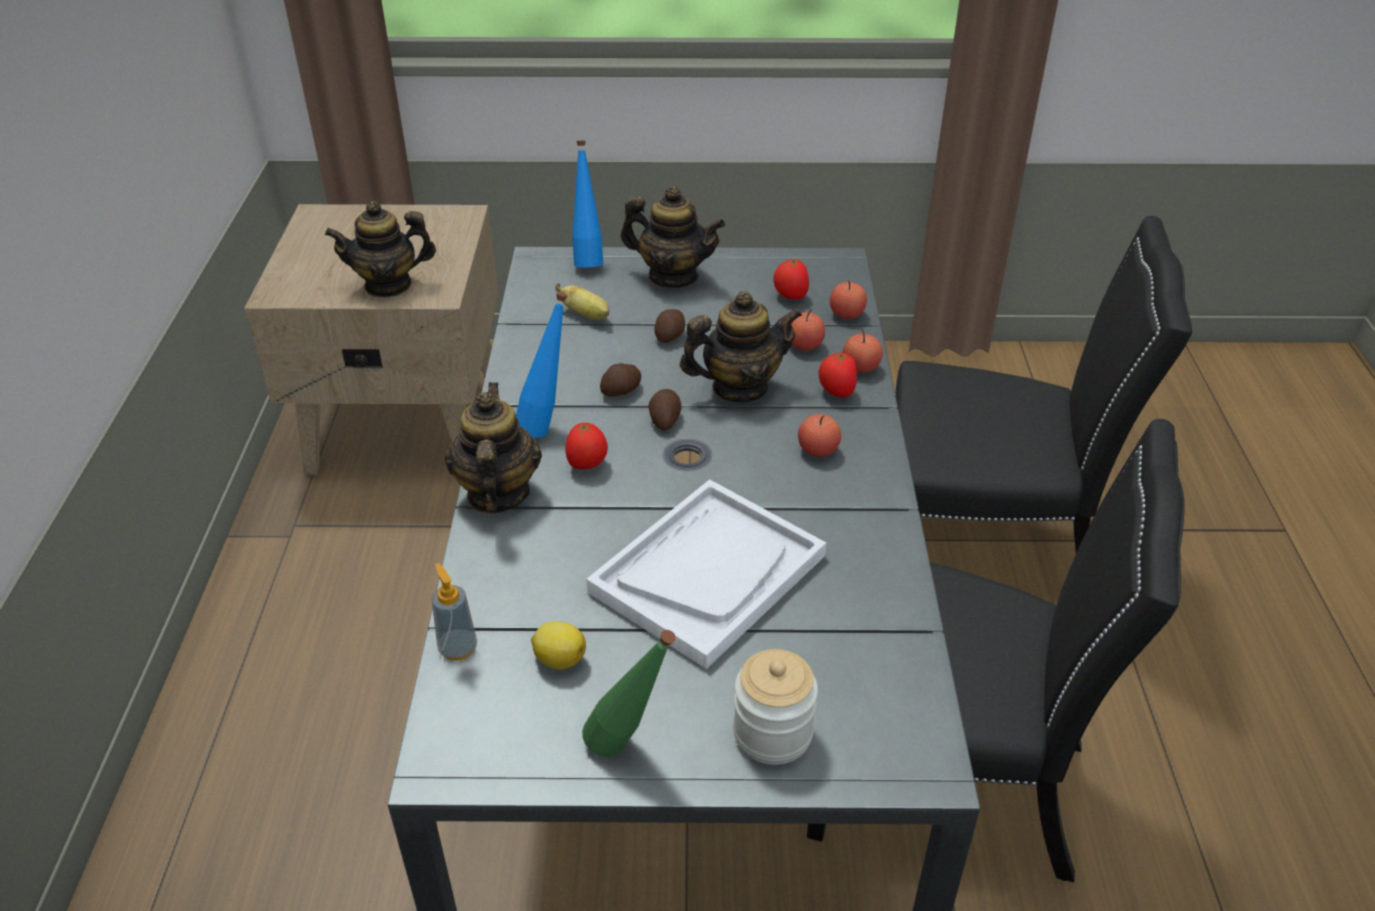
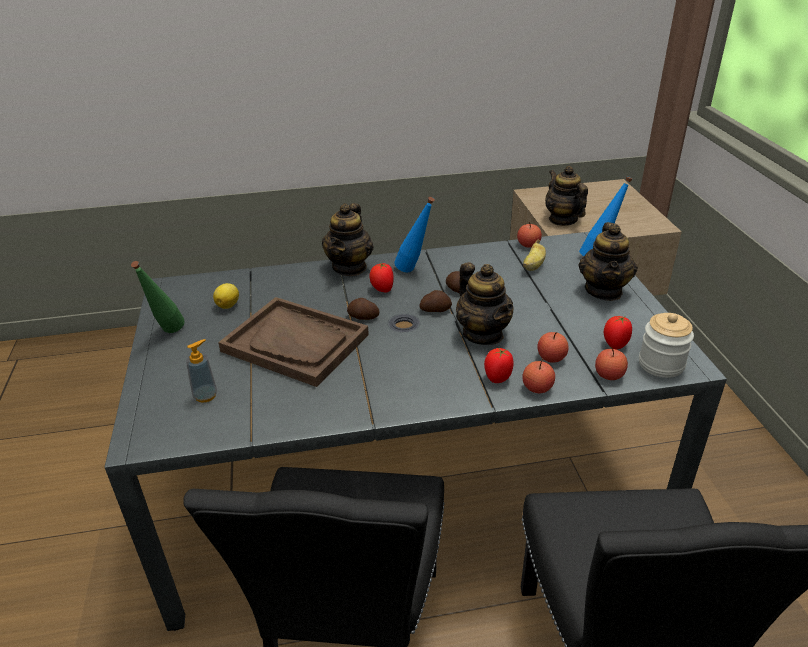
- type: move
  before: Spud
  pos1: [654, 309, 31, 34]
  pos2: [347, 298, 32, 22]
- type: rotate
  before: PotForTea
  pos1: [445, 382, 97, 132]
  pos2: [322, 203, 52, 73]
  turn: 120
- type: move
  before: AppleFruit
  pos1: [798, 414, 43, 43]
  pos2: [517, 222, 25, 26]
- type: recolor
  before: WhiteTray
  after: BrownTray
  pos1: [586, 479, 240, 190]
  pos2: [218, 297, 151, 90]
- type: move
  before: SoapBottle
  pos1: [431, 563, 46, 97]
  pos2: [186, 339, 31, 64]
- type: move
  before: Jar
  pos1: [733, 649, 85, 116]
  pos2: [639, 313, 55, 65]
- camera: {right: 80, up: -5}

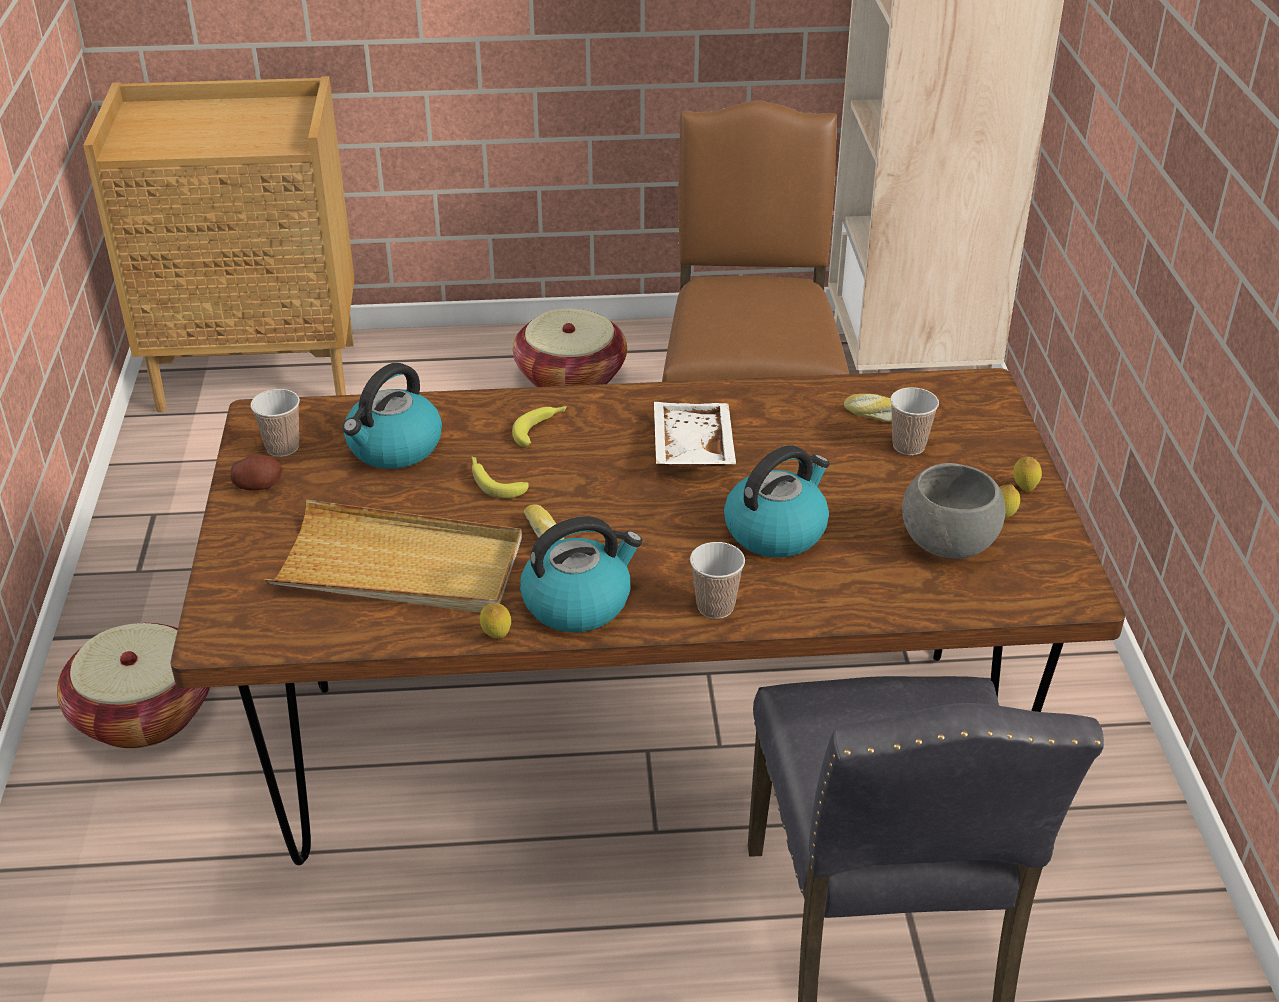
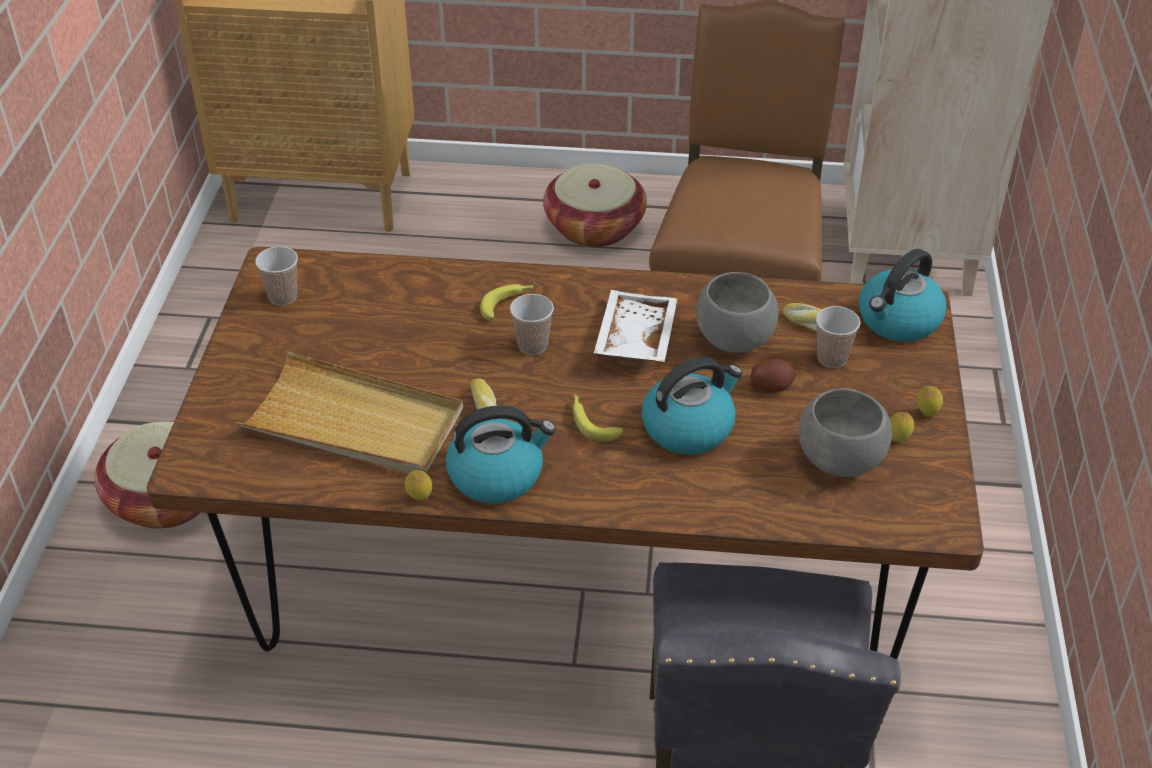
- type: move
  before: Kettle
  pos1: [343, 363, 99, 106]
  pos2: [859, 249, 88, 93]
- type: move
  before: Spud
  pos1: [230, 454, 53, 37]
  pos2: [750, 359, 46, 33]
- type: move
  before: WholeBanana
  pos1: [471, 457, 58, 41]
  pos2: [573, 394, 50, 47]
- type: move
  before: SmallCup
  pos1: [690, 542, 55, 77]
  pos2: [510, 294, 44, 61]
- type: insert
  after: GreyServingBowl
  pos2: [696, 272, 83, 81]
- camera: {right: 10, up: 5}

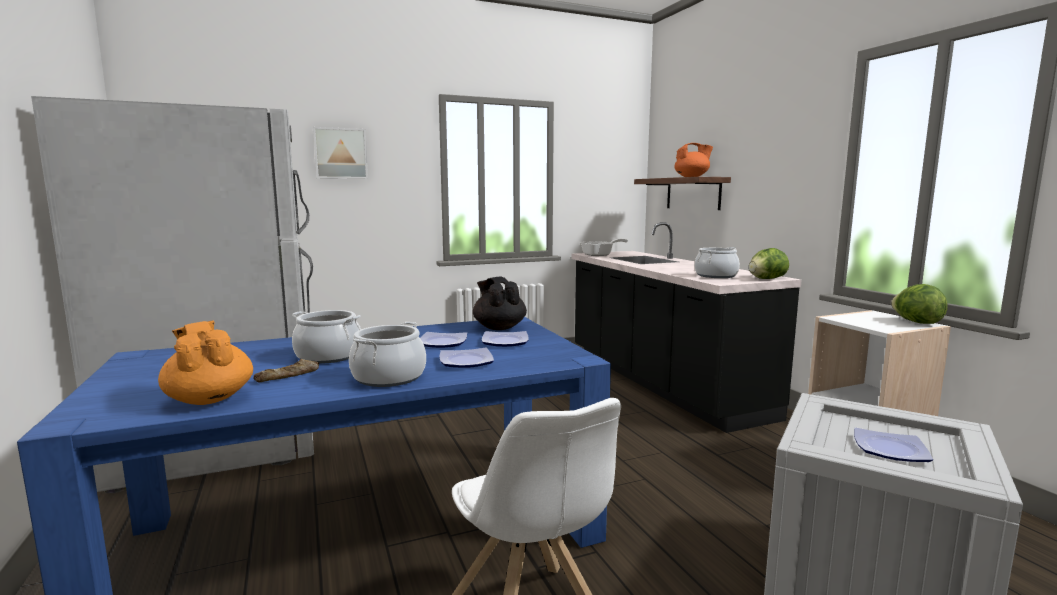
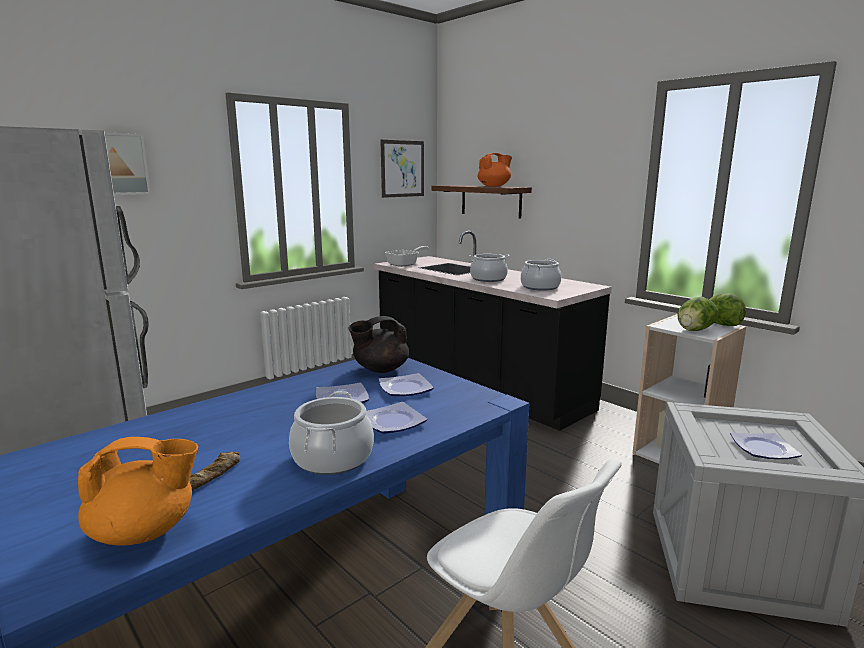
- type: move
  before: LettuceHead
  pos1: [749, 248, 40, 31]
  pos2: [678, 297, 41, 34]
- type: rotate
  before: BlackColouredPotForTea
  pos1: [473, 277, 54, 53]
  pos2: [349, 316, 60, 57]
  turn: -75
- type: move
  before: Saucepot
  pos1: [292, 310, 69, 54]
  pos2: [469, 254, 41, 28]
- type: rotate
  before: OrangePotForTea
  pos1: [158, 320, 95, 85]
  pos2: [78, 437, 120, 109]
  turn: 135
- type: insert
  after: WallArt
  pos2: [380, 140, 44, 58]
- camera: {right: -20, up: 5}

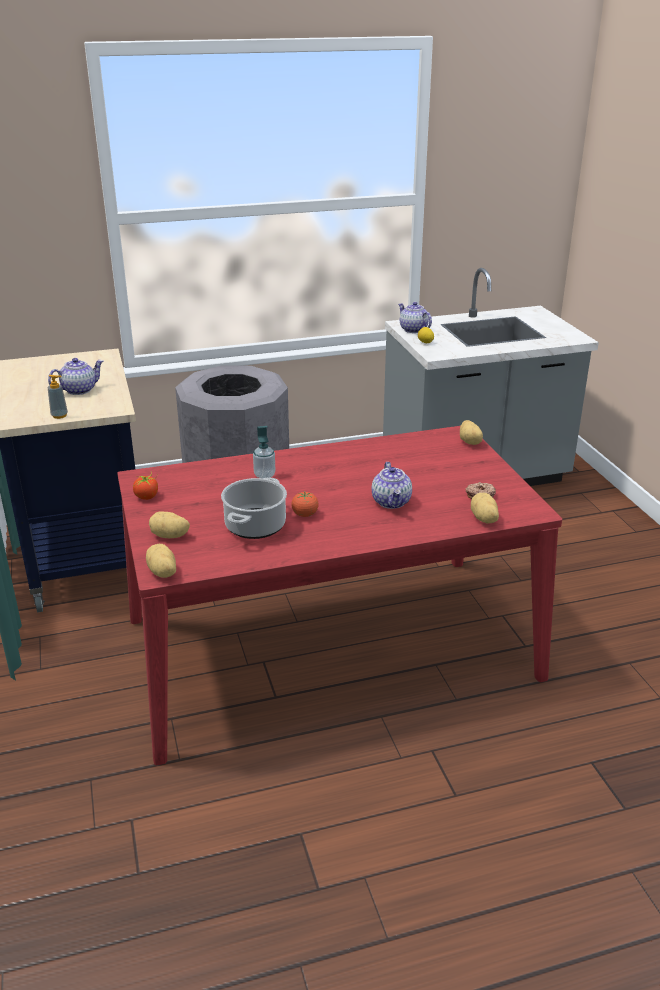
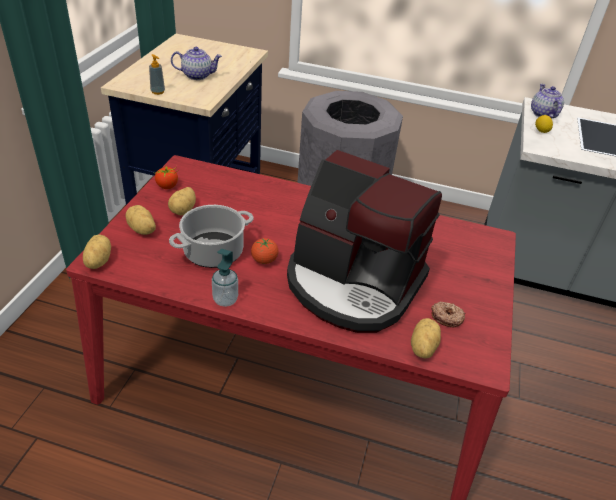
- type: move
  before: Spud
  pos1: [460, 420, 23, 25]
  pos2: [168, 187, 28, 29]
- type: move
  before: SoapBottle
  pos1: [253, 426, 22, 52]
  pos2: [212, 249, 26, 58]
- type: replace
  before: PotForTea
  after: CoffeeBrewer
  pos1: [372, 462, 40, 47]
  pos2: [287, 150, 155, 183]
- camera: {right: 30, up: 10}

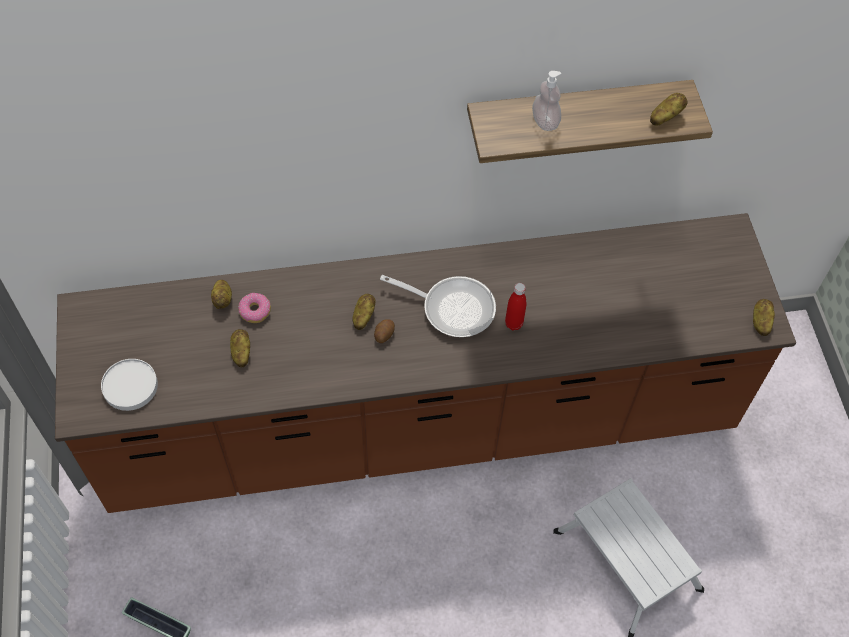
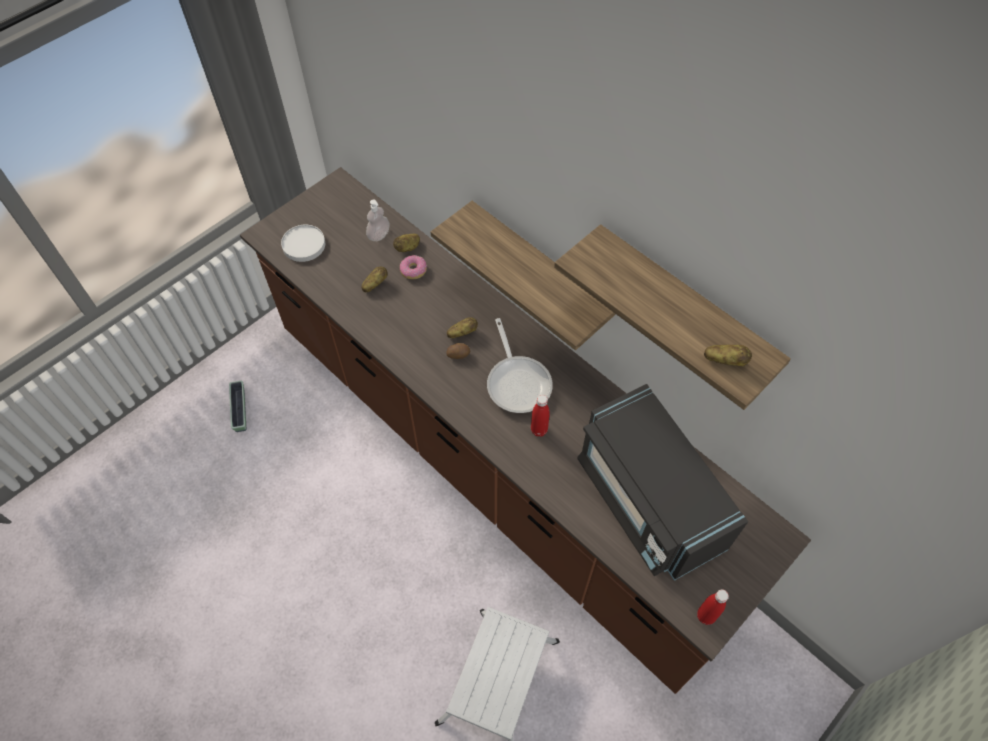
- type: move
  before: SoapBottle
  pos1: [532, 71, 29, 60]
  pos2: [366, 200, 24, 41]
- type: replace
  before: Spud
  after: ReddishDrinkBottle
  pos1: [753, 299, 22, 37]
  pos2: [697, 589, 32, 36]
- type: insert
  after: WallShelf
  pos2: [431, 201, 185, 149]
- type: insert
  after: BlackColouredMicrowaveOven
  pos2: [577, 384, 171, 197]
- camera: {right: 55, up: 0}

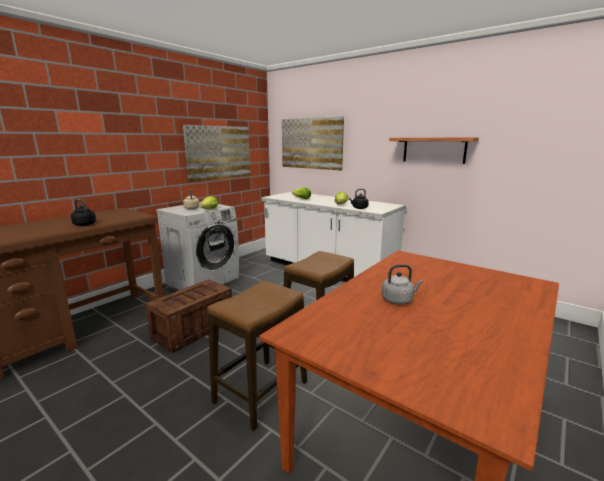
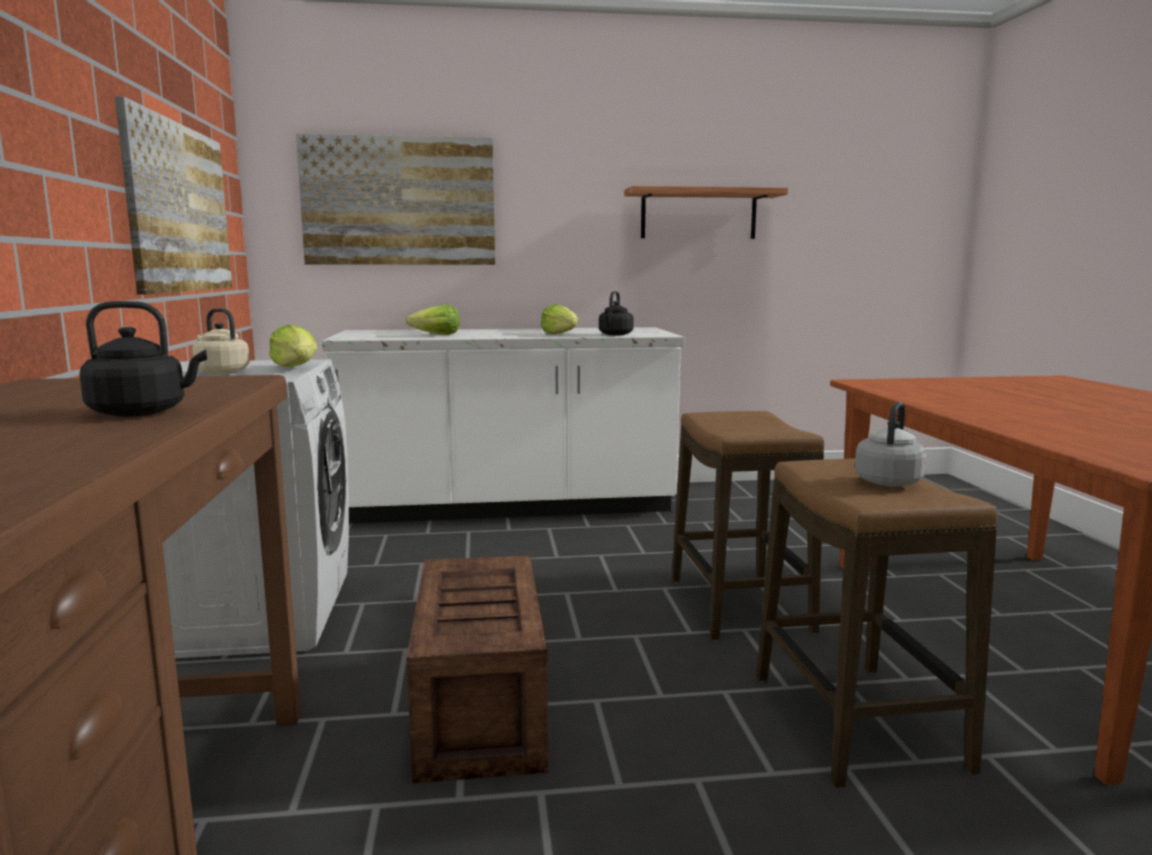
- type: move
  before: GreyKettle
  pos1: [382, 264, 41, 40]
  pos2: [854, 402, 72, 85]
- camera: {right: -45, up: -5}

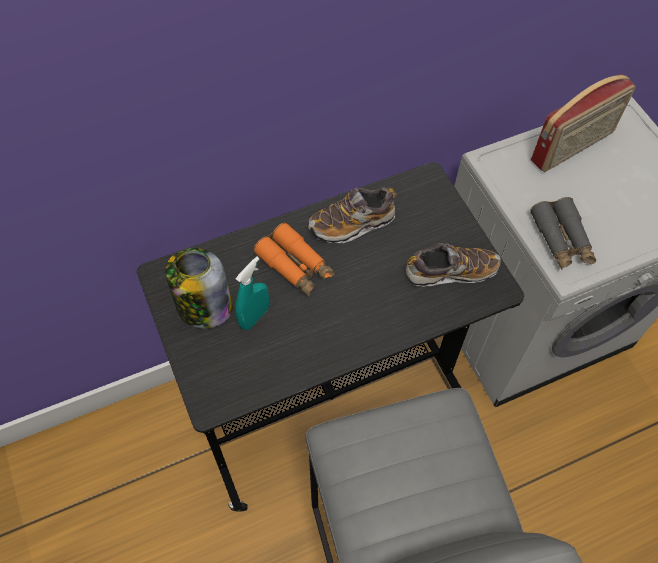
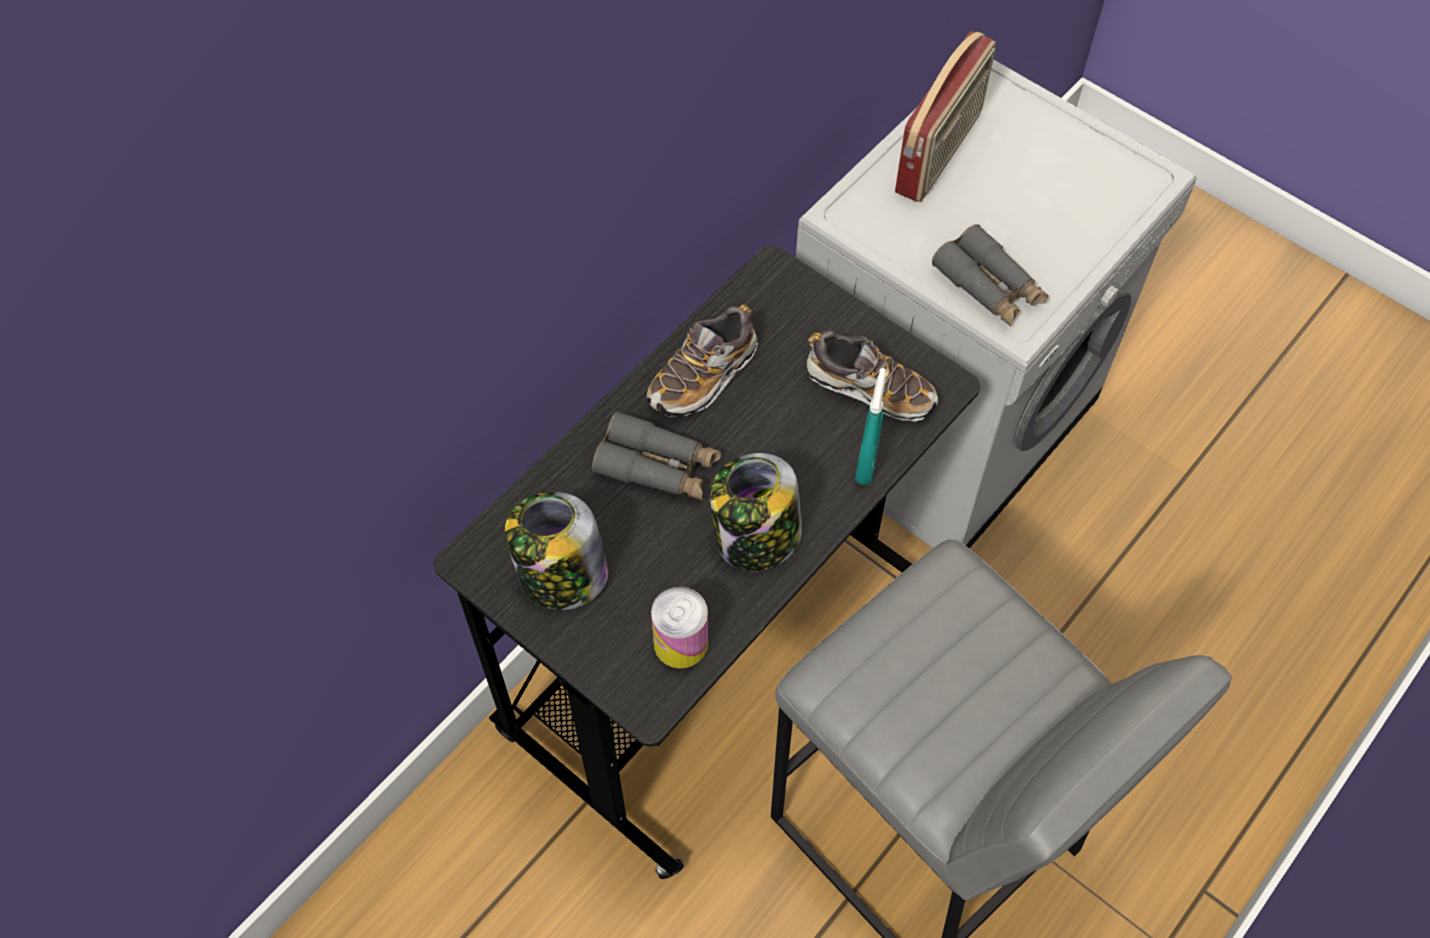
- type: recolor
  before: OrangePairOfBinoculars
  after: GreyPairOfBinoculars
  pos1: [254, 223, 81, 73]
  pos2: [592, 411, 129, 89]
- type: rotate
  before: Shoe
  pos1: [406, 243, 95, 44]
  pos2: [807, 331, 131, 91]
  turn: 60
- type: move
  before: BlueGreenSprayBottle
  pos1: [235, 256, 34, 74]
  pos2: [855, 368, 31, 117]
- type: insert
  after: Jar
  pos2: [710, 453, 92, 118]
- type: insert
  after: MetalCan
  pos2: [651, 587, 57, 81]
- camera: {right: -25, up: 0}

